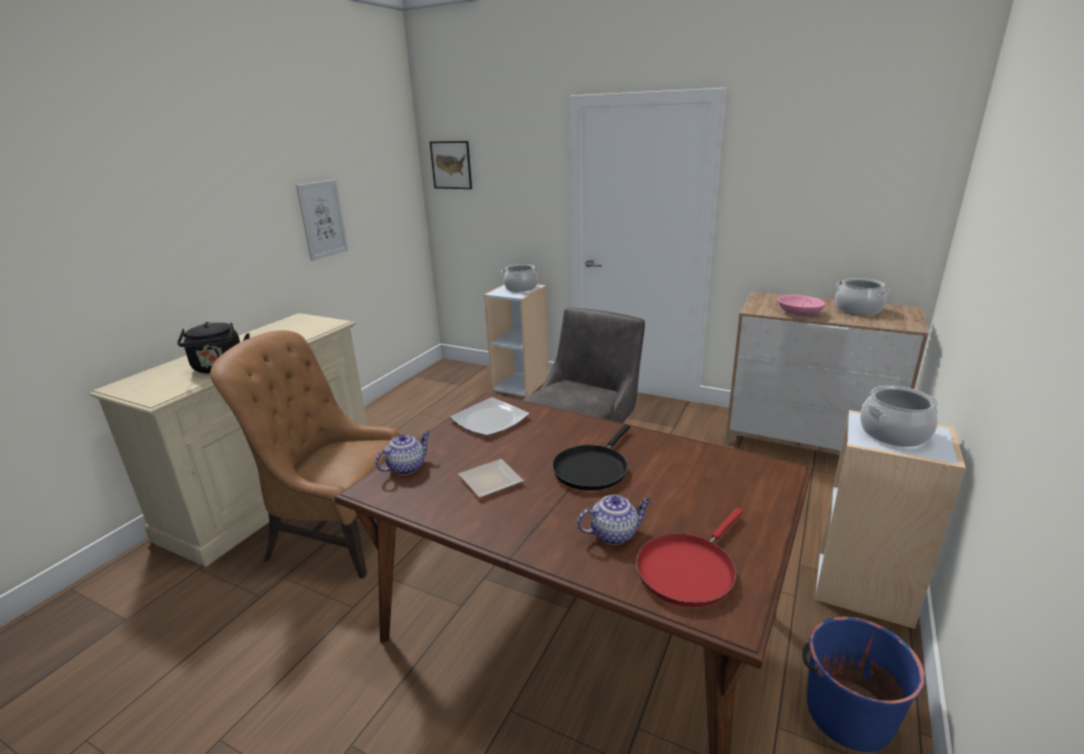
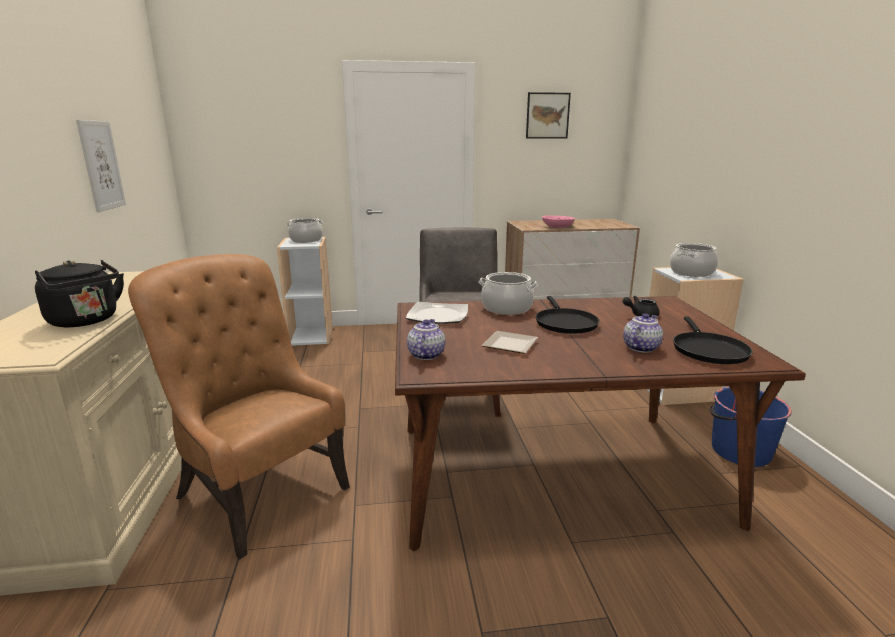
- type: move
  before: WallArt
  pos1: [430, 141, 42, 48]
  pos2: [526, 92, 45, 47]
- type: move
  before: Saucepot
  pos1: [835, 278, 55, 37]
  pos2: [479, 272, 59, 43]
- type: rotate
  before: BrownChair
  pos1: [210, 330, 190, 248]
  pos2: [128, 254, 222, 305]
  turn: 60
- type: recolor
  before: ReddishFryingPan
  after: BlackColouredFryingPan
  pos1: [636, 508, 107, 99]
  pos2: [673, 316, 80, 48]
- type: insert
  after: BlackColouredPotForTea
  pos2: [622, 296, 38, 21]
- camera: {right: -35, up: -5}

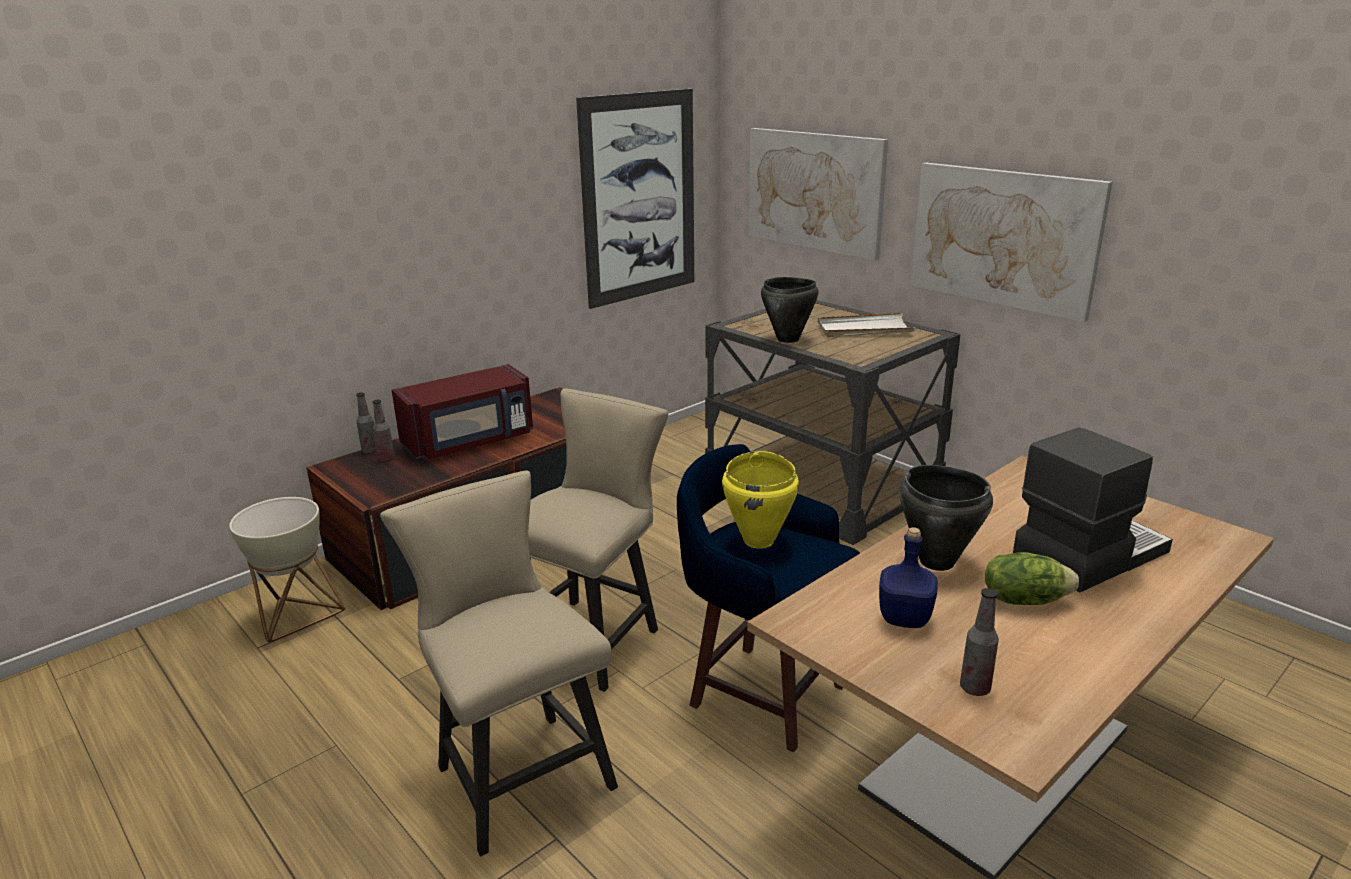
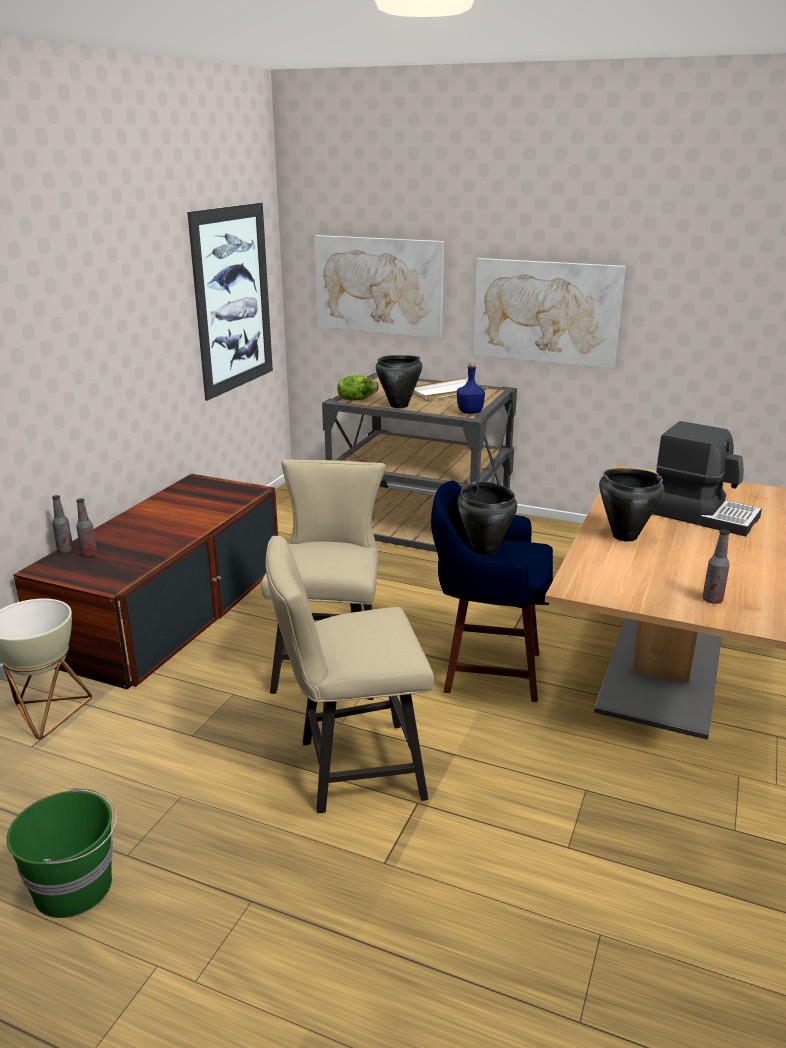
- type: delete
  before: ReddishMicrowaveOven
  pos1: [392, 364, 141, 95]
- type: rotate
  before: CoffeeBrewer
  pos1: [1013, 427, 160, 165]
  pos2: [653, 421, 109, 115]
  turn: 90
- type: recolor
  before: YellowishSaucepot
  after: BlackColouredSaucepot
  pos1: [722, 451, 77, 98]
  pos2: [457, 481, 60, 75]
- type: rotate
  before: BeigeColouredChair
  pos1: [380, 471, 238, 386]
  pos2: [265, 536, 169, 277]
  turn: -45
- type: move
  before: BluishDrinkBottle
  pos1: [879, 527, 59, 101]
  pos2: [457, 362, 28, 52]
- type: move
  before: LettuceHead
  pos1: [985, 552, 94, 53]
  pos2: [337, 375, 42, 26]
- type: insert
  after: GreenColouredWaterBucket
  pos2: [6, 788, 111, 130]
- camera: {right: -25, up: 0}

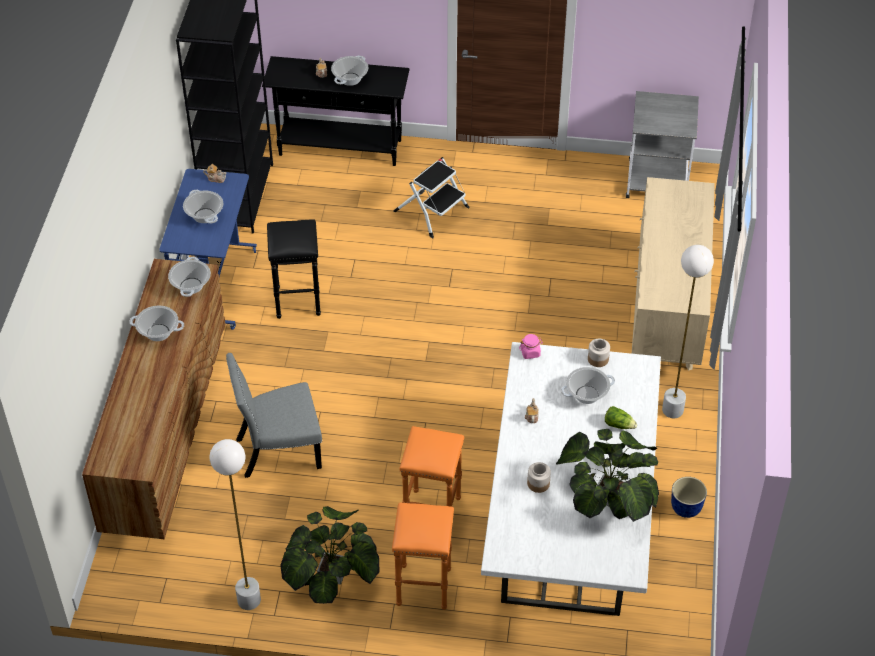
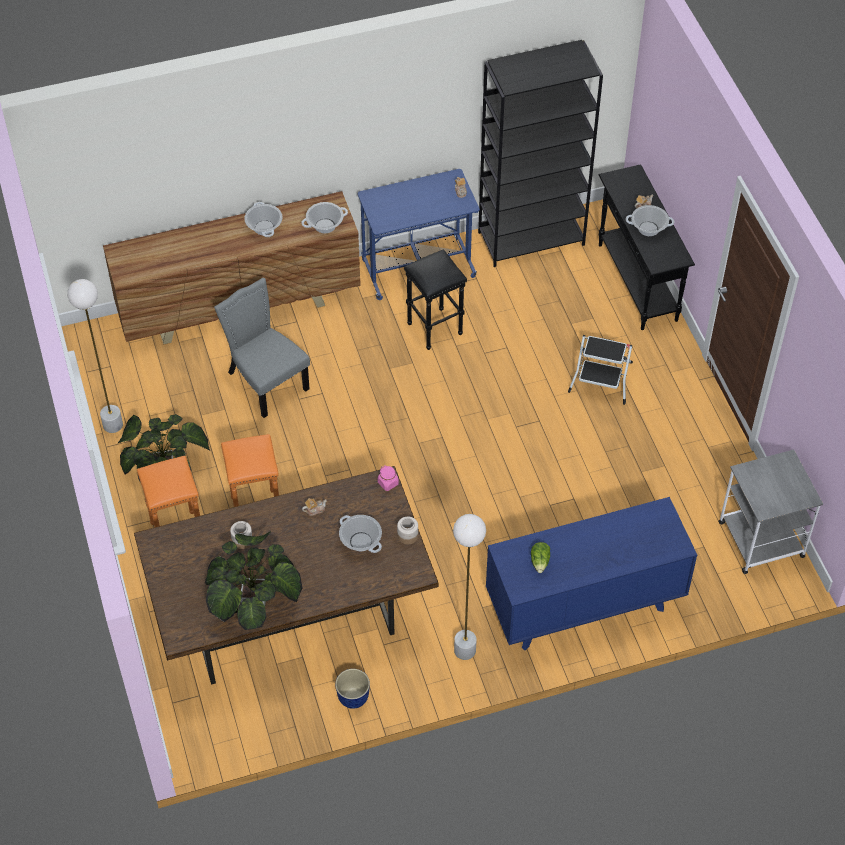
- type: recolor
  before: BeigeColouredDrawerChest
  after: BluishDrawerChest
  pos1: [632, 177, 83, 194]
  pos2: [486, 497, 211, 153]
- type: delete
  before: Saucepot
  pos1: [183, 190, 41, 34]
- type: recolor
  before: WhiteDinnerTable
  after: BrownDinnerTable
  pos1: [481, 342, 180, 274]
  pos2: [134, 466, 305, 219]
- type: move
  before: LettuceHead
  pos1: [605, 406, 32, 23]
  pos2: [531, 542, 19, 31]
- camera: {right: 65, up: 5}

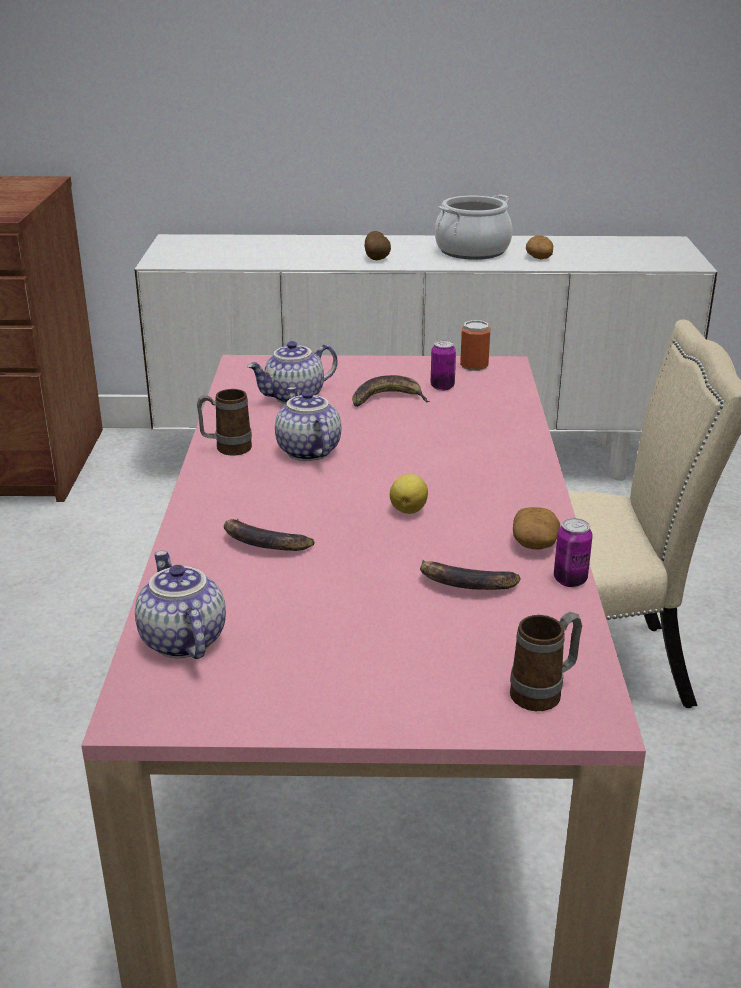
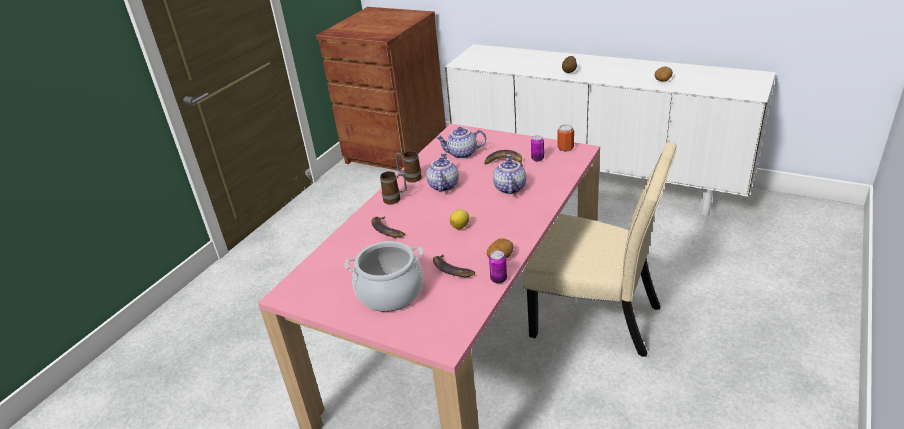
- type: move
  before: Saucepot
  pos1: [435, 194, 77, 66]
  pos2: [345, 241, 78, 71]
- type: move
  before: PotForTea
  pos1: [135, 551, 91, 108]
  pos2: [493, 154, 33, 40]
- type: move
  before: CoffeeMug
  pos1: [510, 612, 72, 99]
  pos2: [380, 171, 27, 33]
- camera: {right: 30, up: 5}

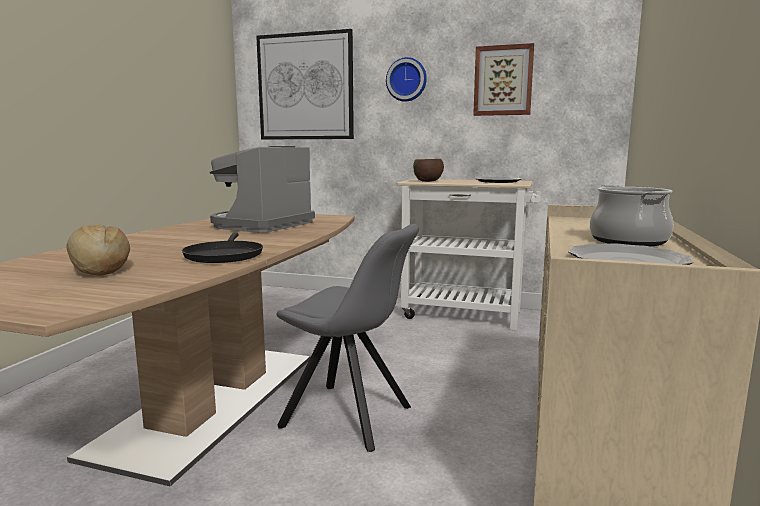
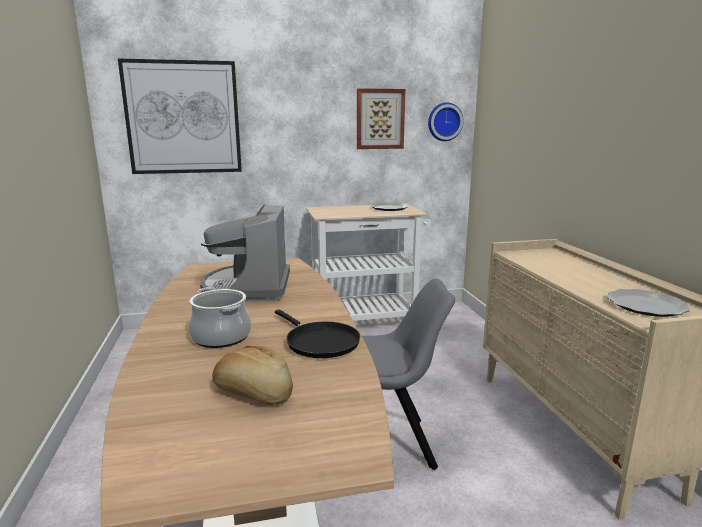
- type: move
  before: ClockOnTheWall
  pos1: [386, 57, 41, 45]
  pos2: [428, 103, 35, 38]
- type: delete
  before: BrownServingBowl
  pos1: [413, 159, 31, 23]
- type: move
  before: Saucepot
  pos1: [590, 185, 84, 61]
  pos2: [188, 287, 63, 61]
- camera: {right: -30, up: 5}

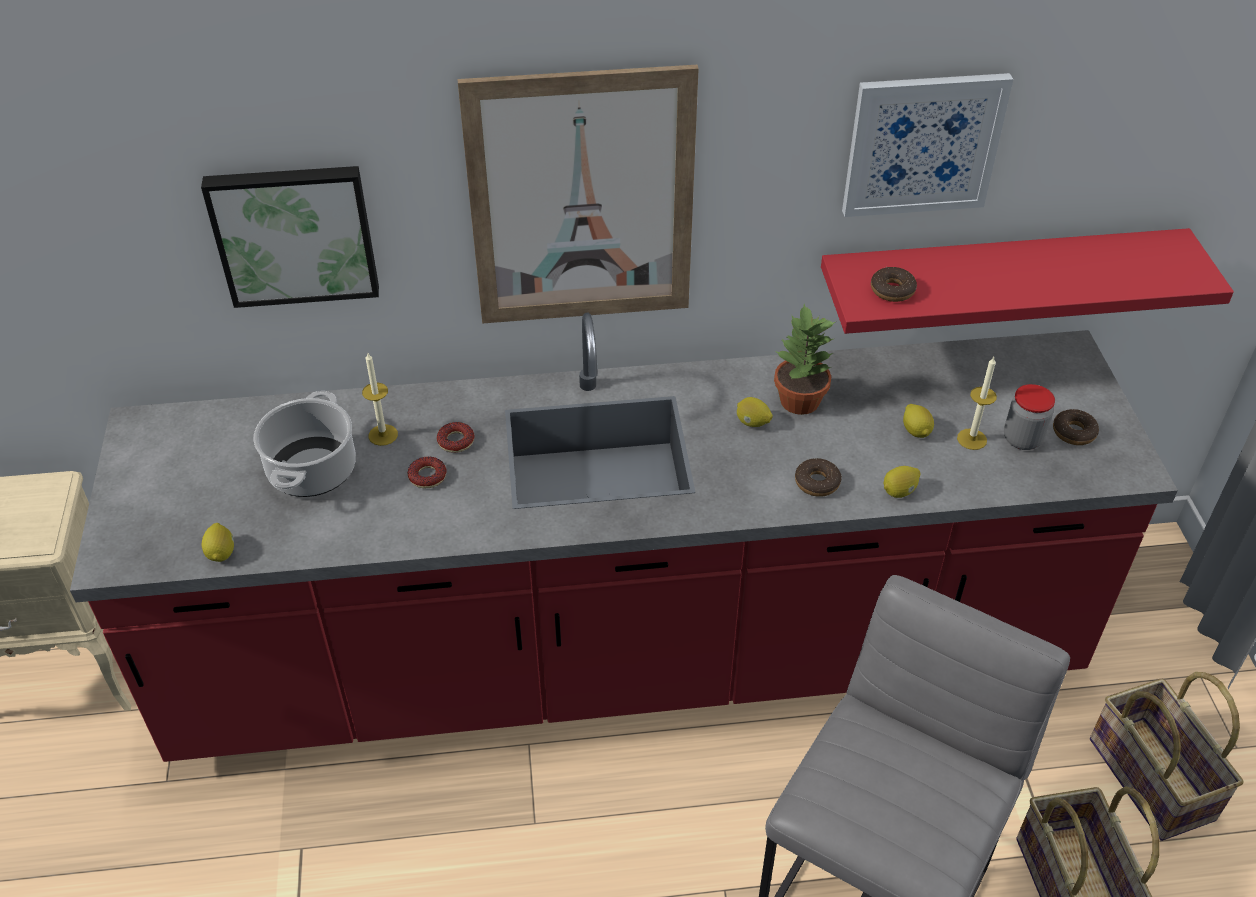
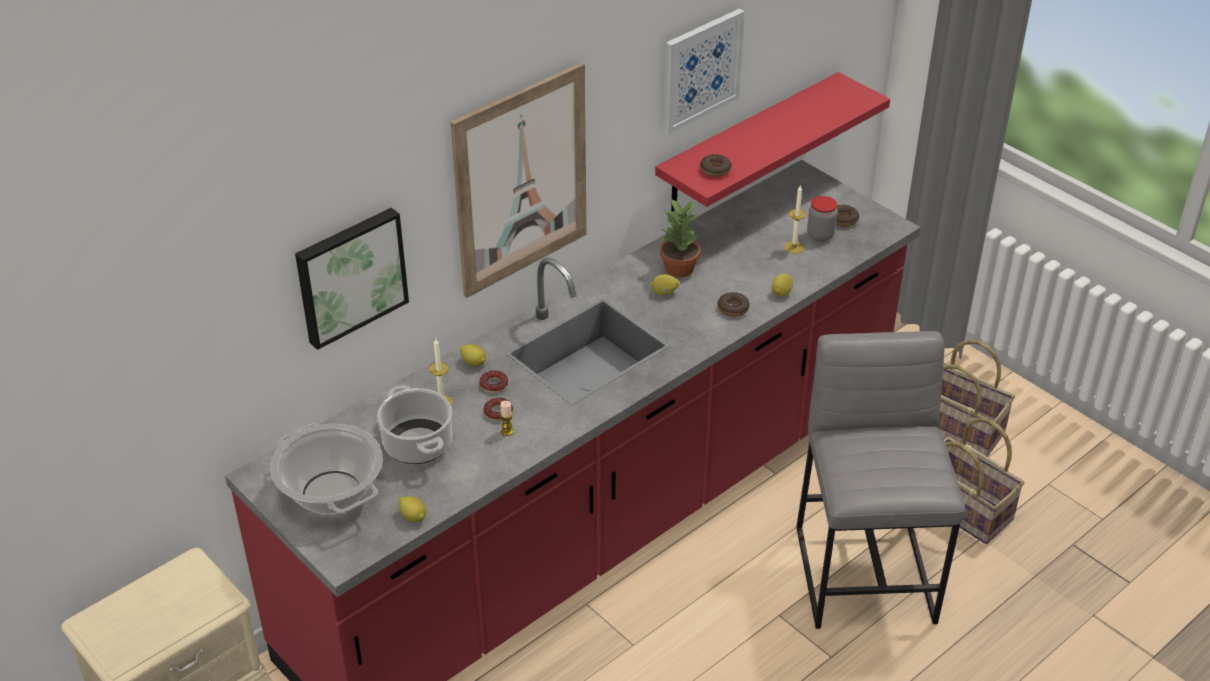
- type: move
  before: CitrusFruit
  pos1: [903, 404, 31, 34]
  pos2: [460, 344, 26, 23]
- type: insert
  after: Candle
  pos2: [500, 401, 14, 35]
- type: insert
  after: Saucepot
  pos2: [270, 423, 113, 91]
- camera: {right: -35, up: -5}

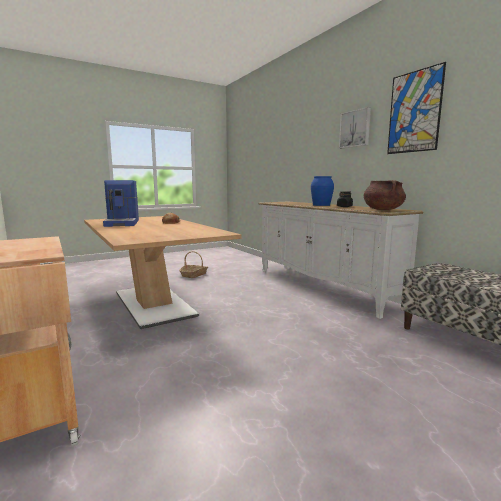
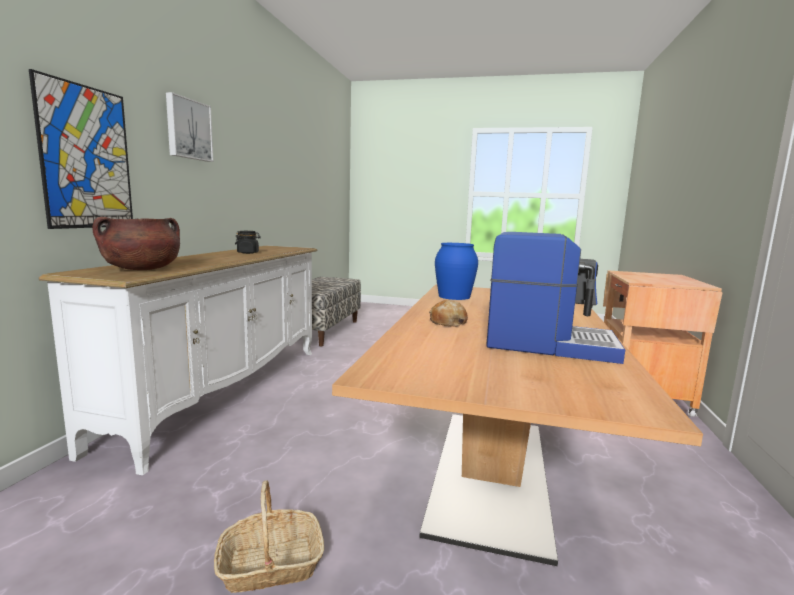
- type: move
  before: WallArt
  pos1: [387, 62, 59, 92]
  pos2: [29, 69, 104, 160]
- type: move
  before: BluishDecorativeVase
  pos1: [311, 176, 23, 30]
  pos2: [435, 243, 43, 57]
- type: rotate
  before: CoffeeBrewer
  pos1: [103, 180, 36, 47]
  pos2: [486, 232, 139, 132]
  turn: 75
- type: move
  before: BrownSaucepot
  pos1: [364, 180, 42, 30]
  pos2: [92, 217, 88, 53]
- camera: {right: -135, up: 0}

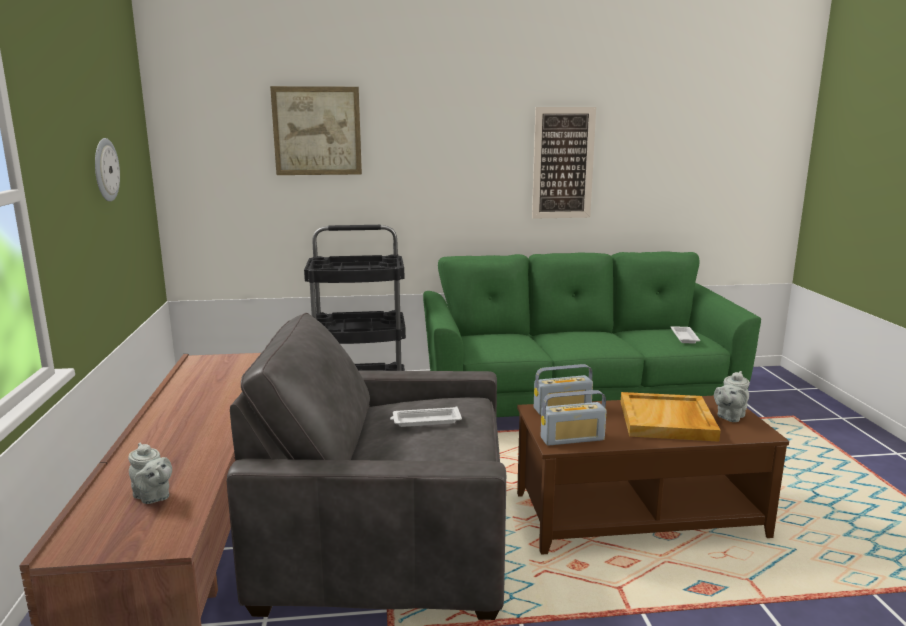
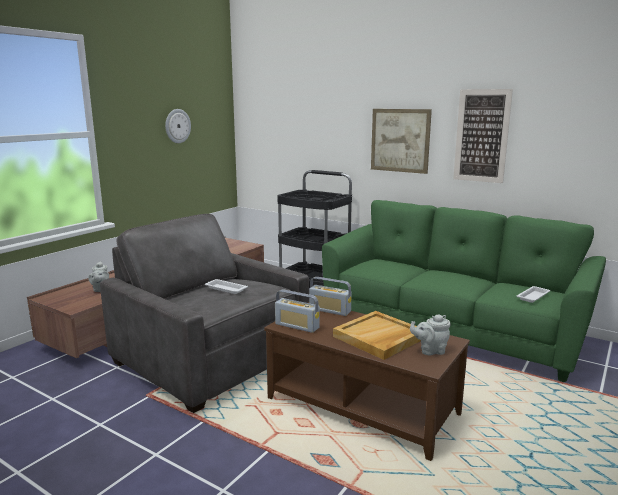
- type: move
  before: WallArt
  pos1: [270, 86, 92, 89]
  pos2: [371, 109, 61, 65]
- camera: {right: 40, up: 0}

